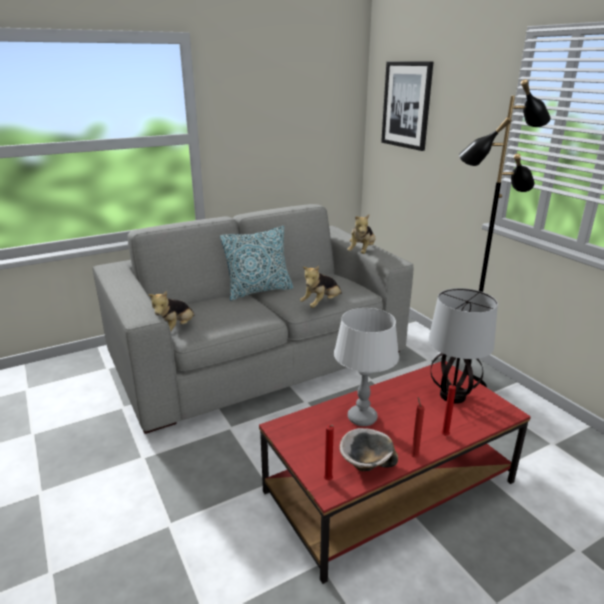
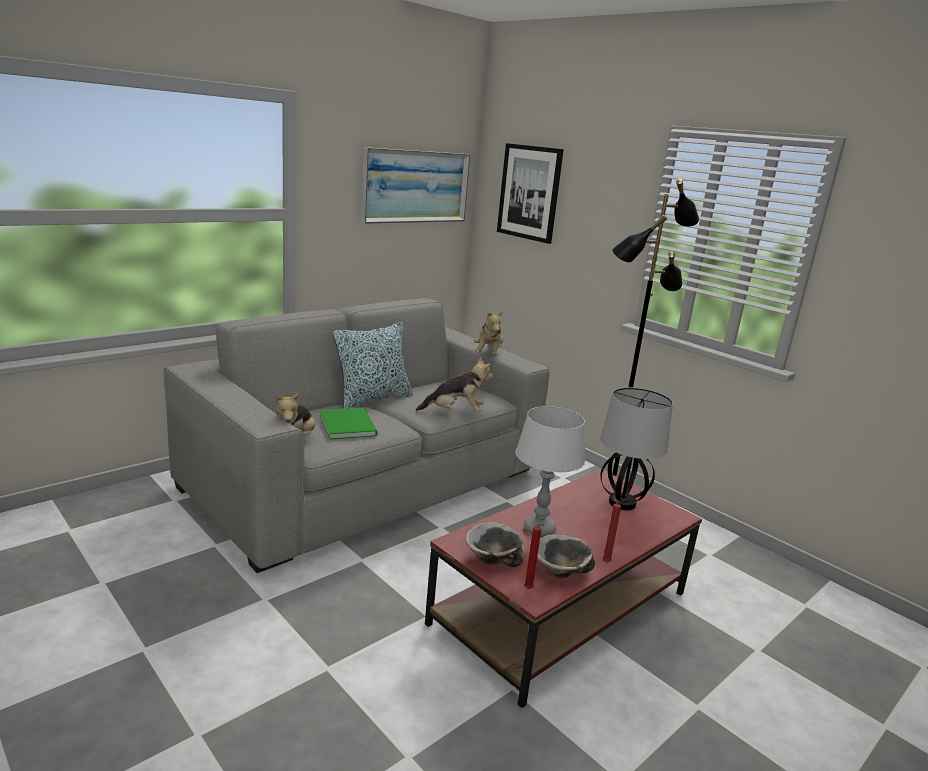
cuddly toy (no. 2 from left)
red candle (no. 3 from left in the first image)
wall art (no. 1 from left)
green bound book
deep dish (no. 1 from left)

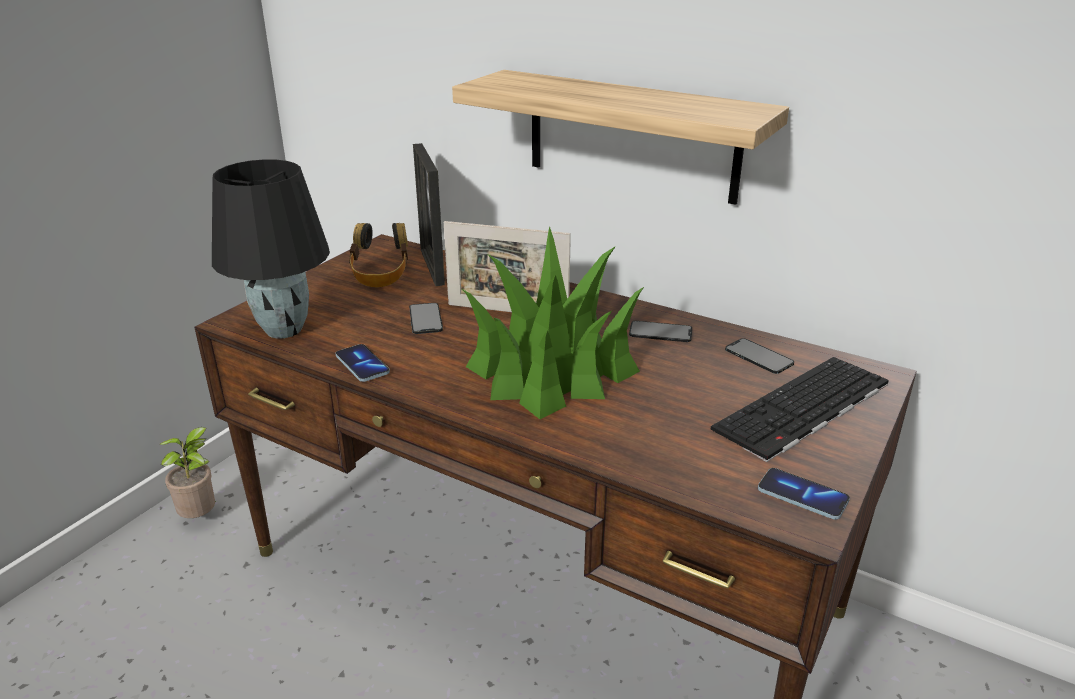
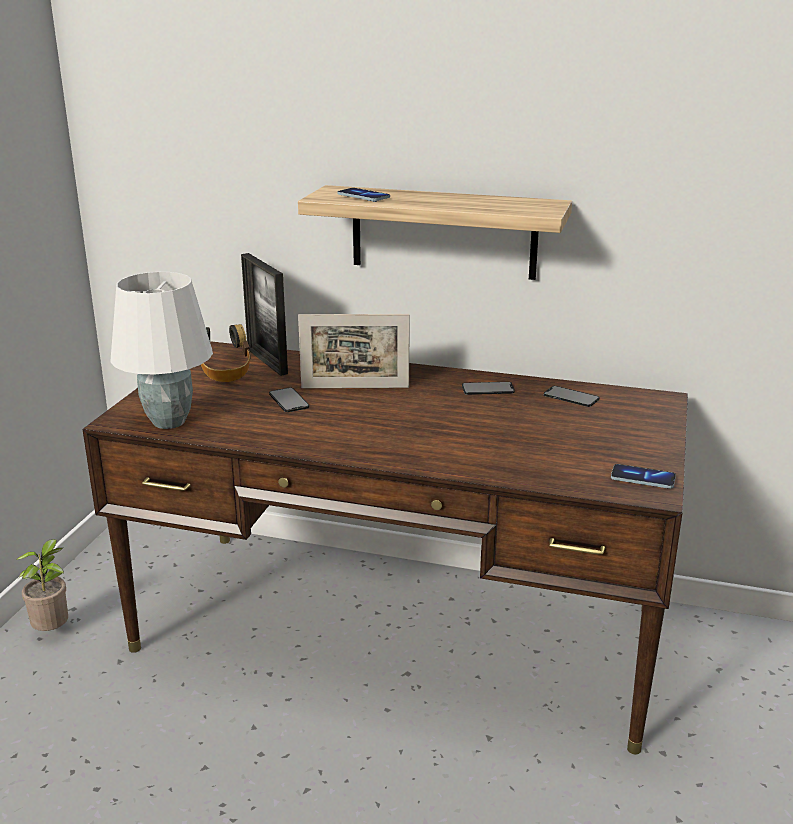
whitish table lamp
houseplant (no. 2 from left in the first image)
handset (no. 2 from left)
keyboard

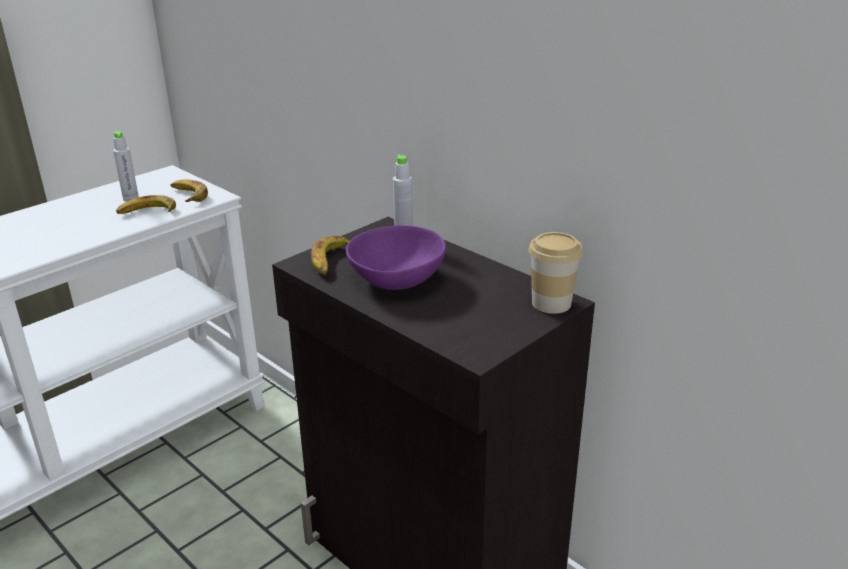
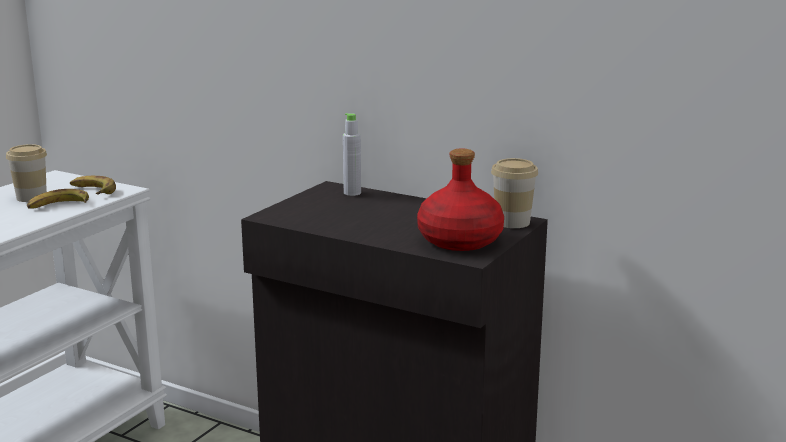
small cup (no. 1 from left)
purplish deep dish
banana fruit (no. 3 from left in the first image)
red beverage bottle

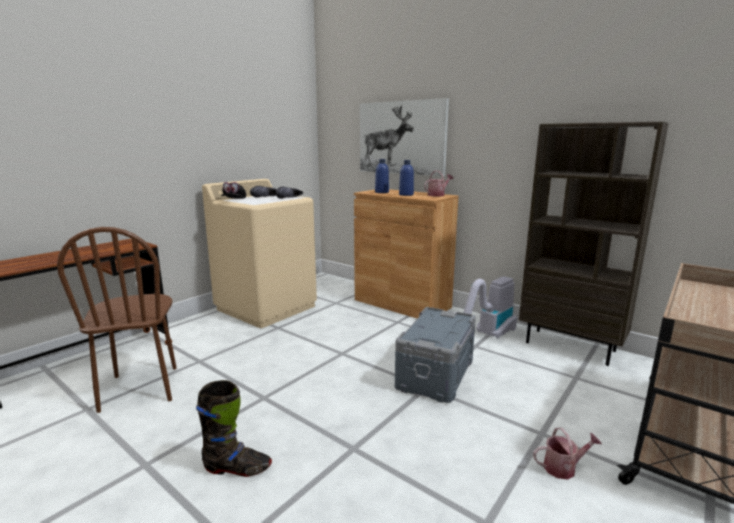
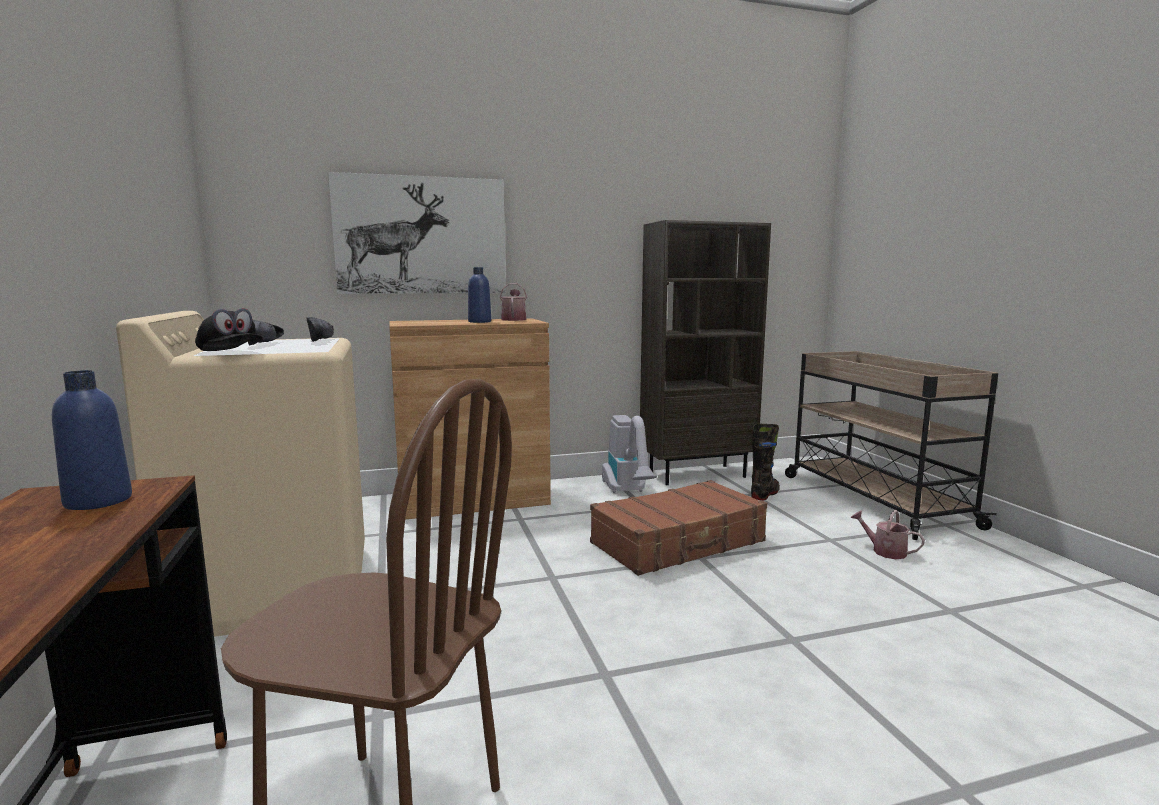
blue-coloured beverage bottle (no. 1 from left)
brownish suitcase
blackish high-top boot
watering pot (no. 2 from left)

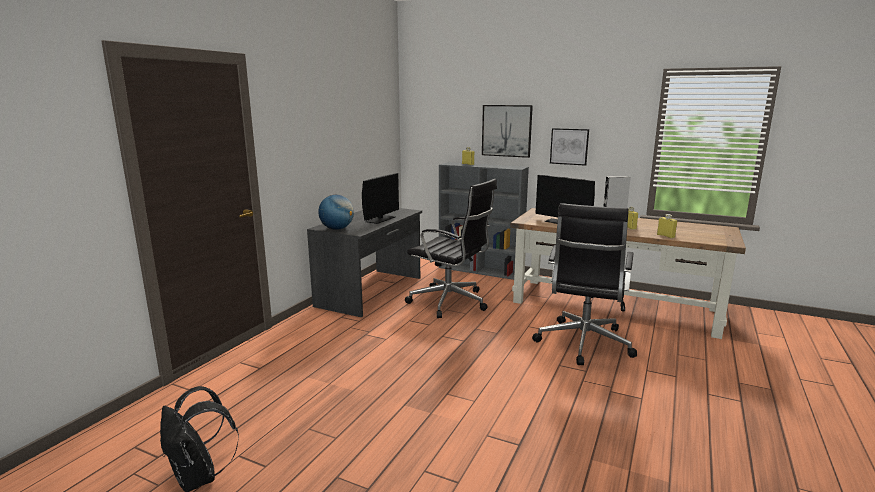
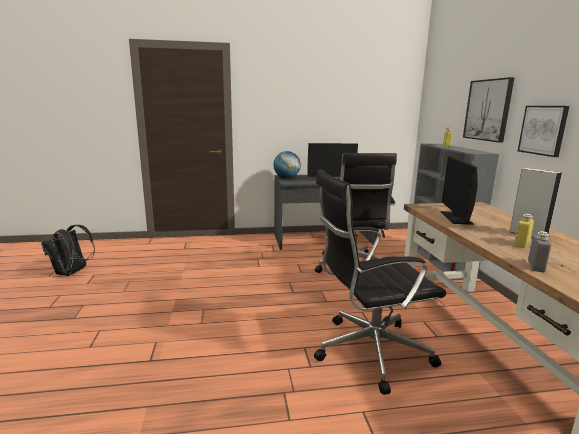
greyish beverage bottle

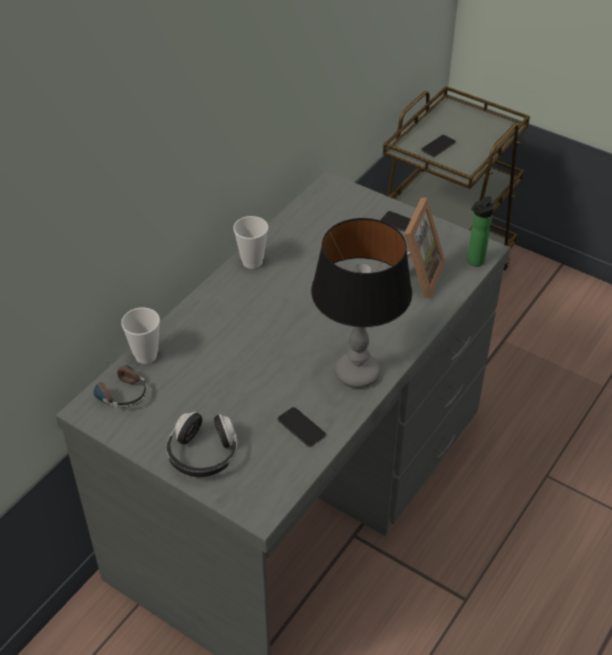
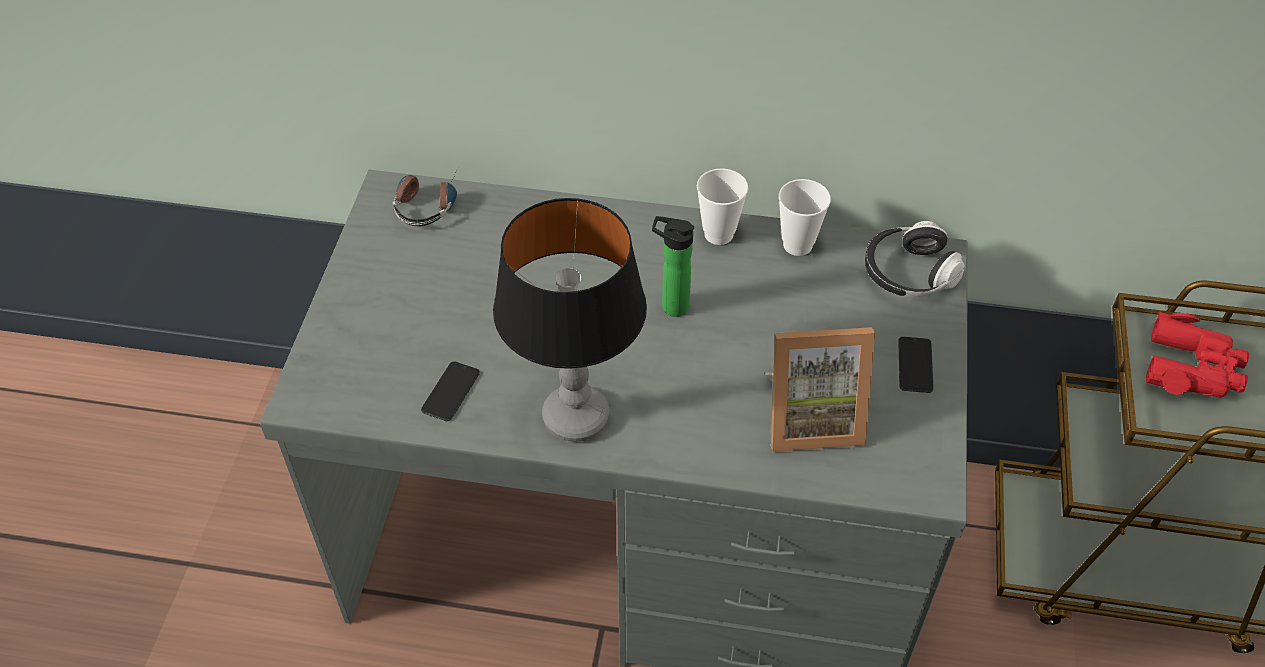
red pair of binoculars
beverage bottle
small cup (no. 2 from left)
pair of headphones (no. 2 from left)

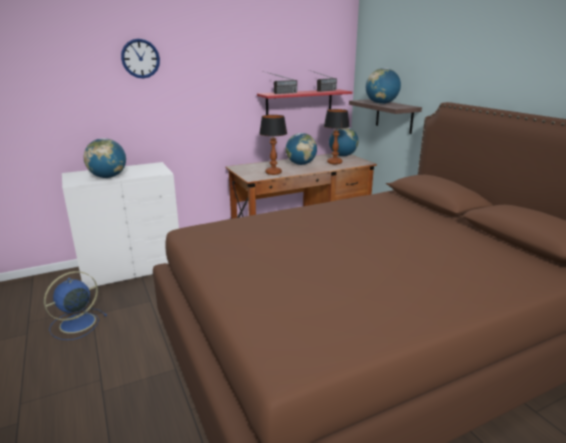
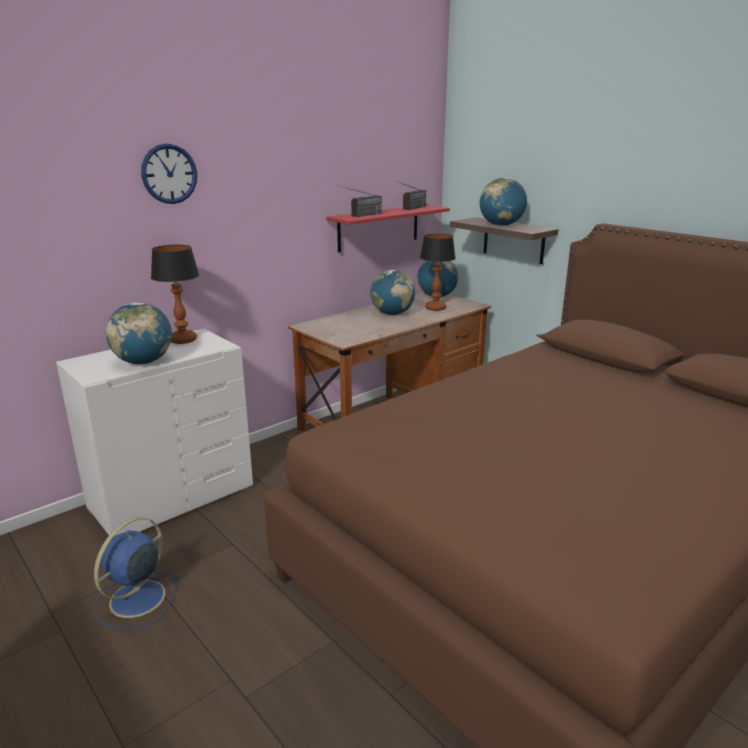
table lamp (no. 1 from left)

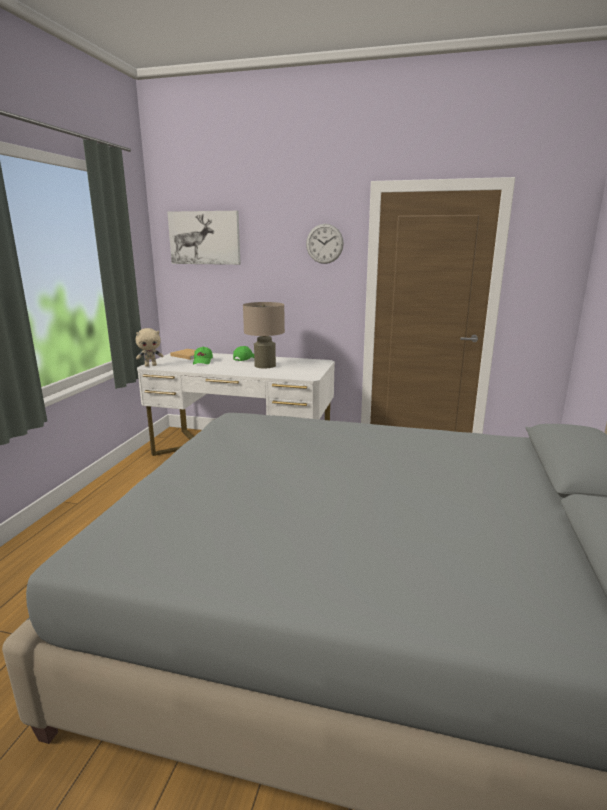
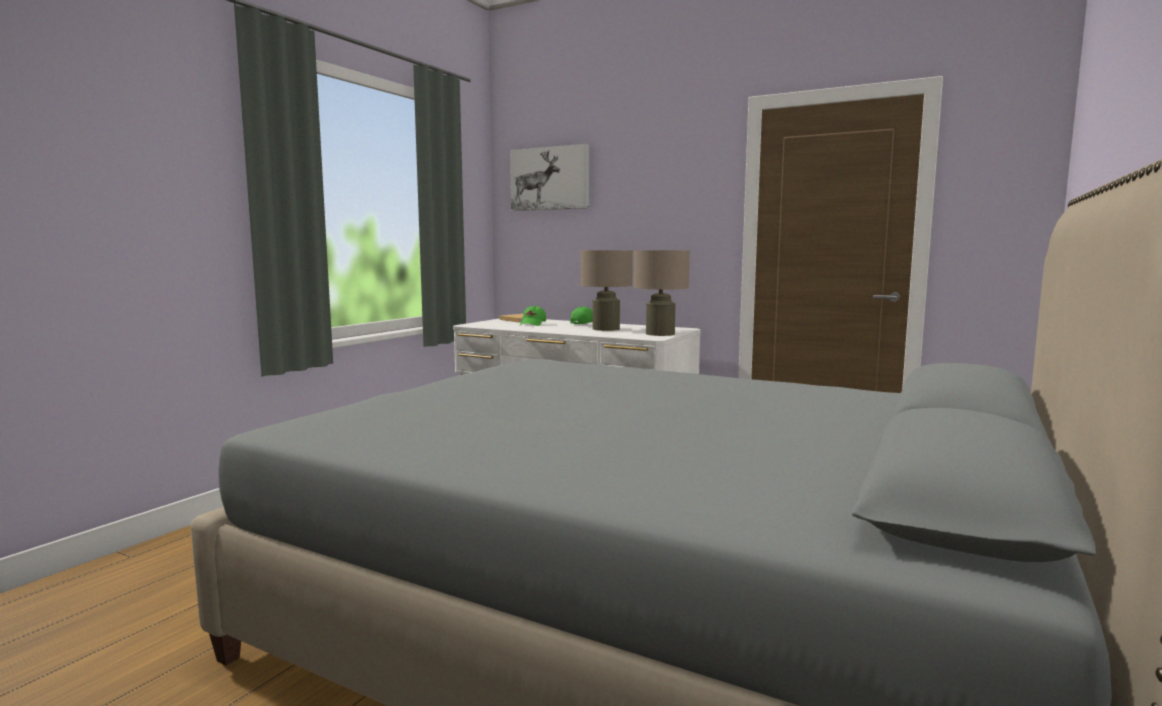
clock on the wall
beige-coloured cuddly toy
beige-coloured table lamp (no. 2 from left)

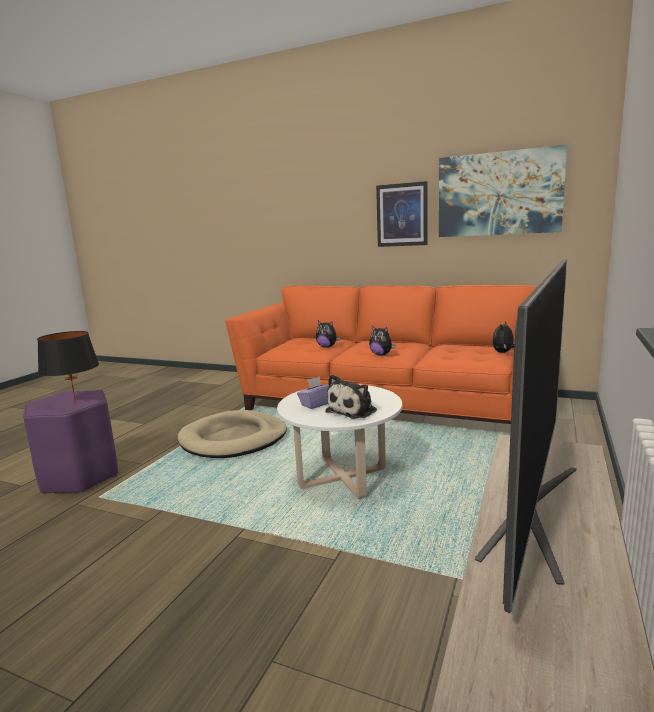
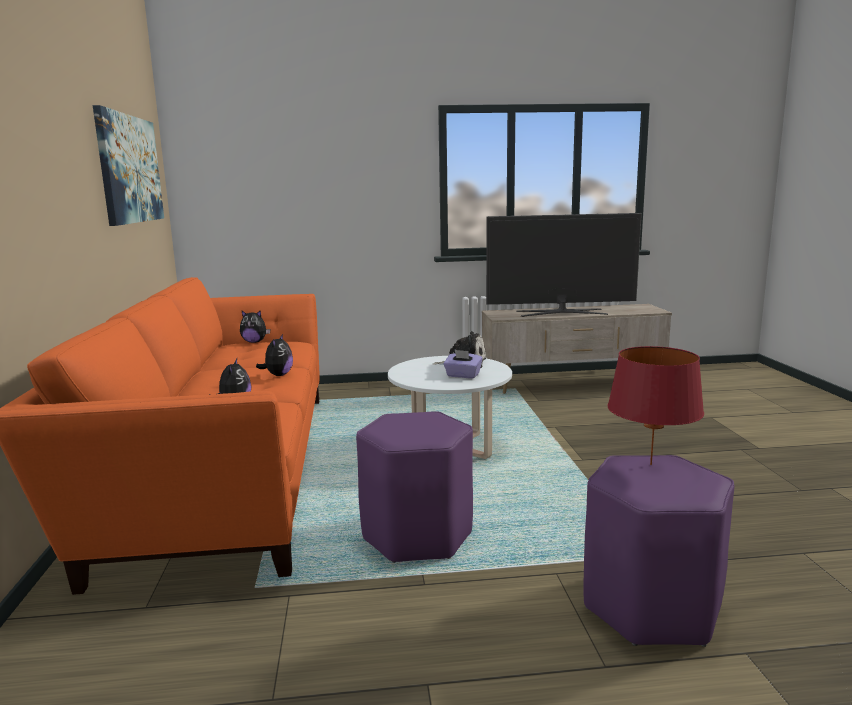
wall art (no. 1 from left in the first image)
red table lamp
purplish sitting stool (no. 1 from left)

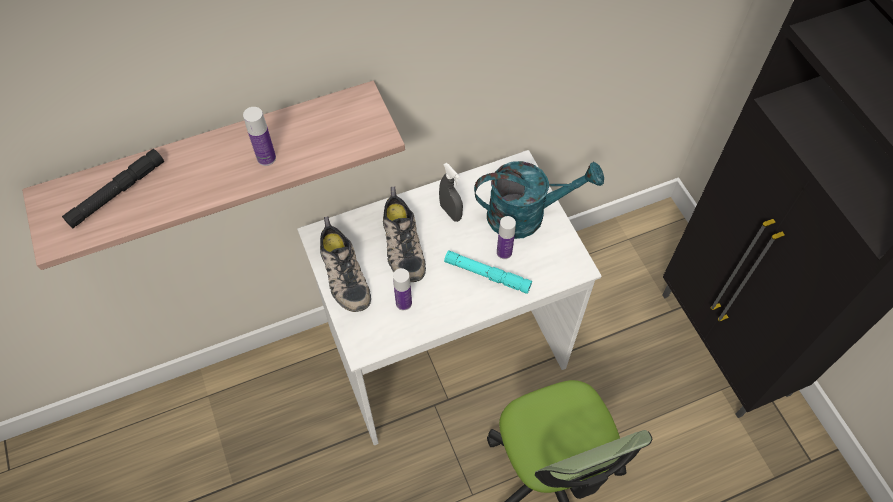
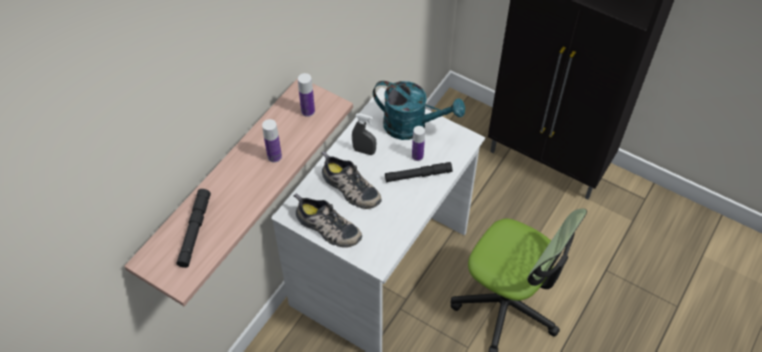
blue-green watering pot
blackish flashlight (no. 2 from left)
beverage bottle (no. 2 from left)

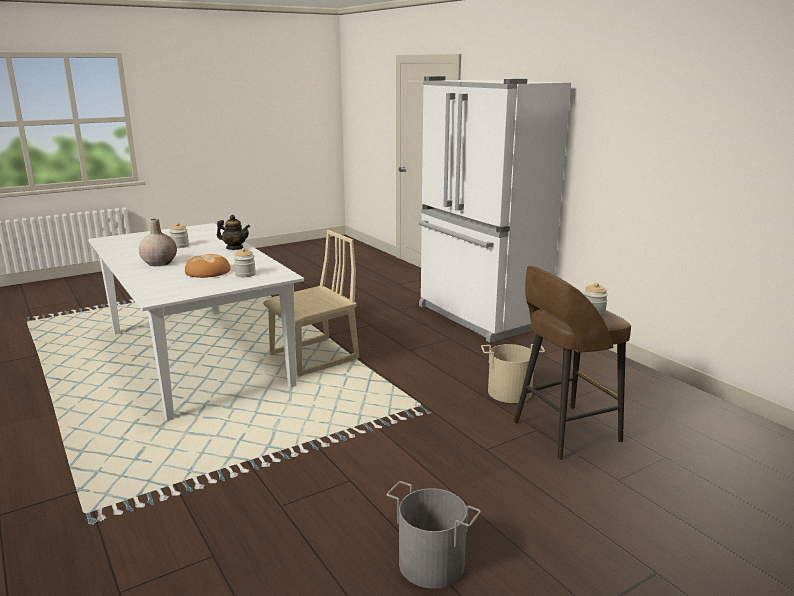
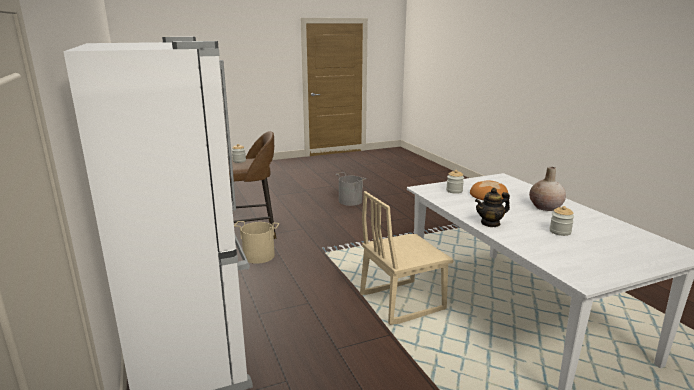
pot for tea

